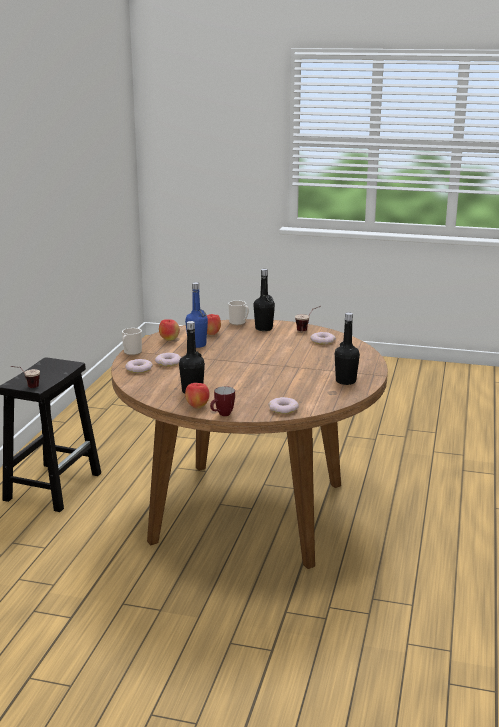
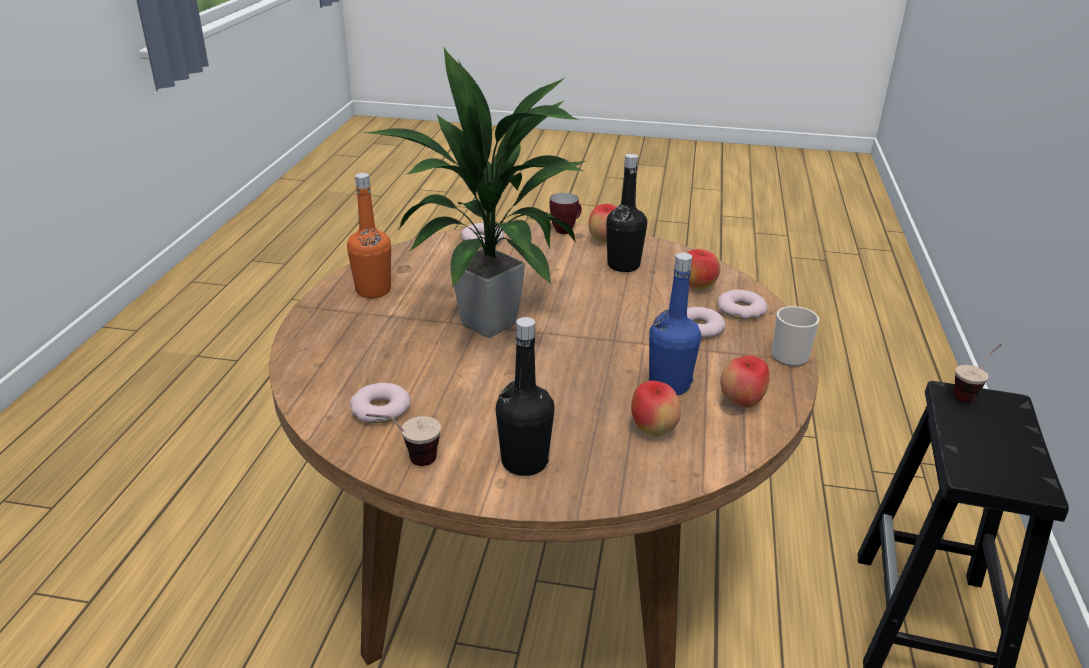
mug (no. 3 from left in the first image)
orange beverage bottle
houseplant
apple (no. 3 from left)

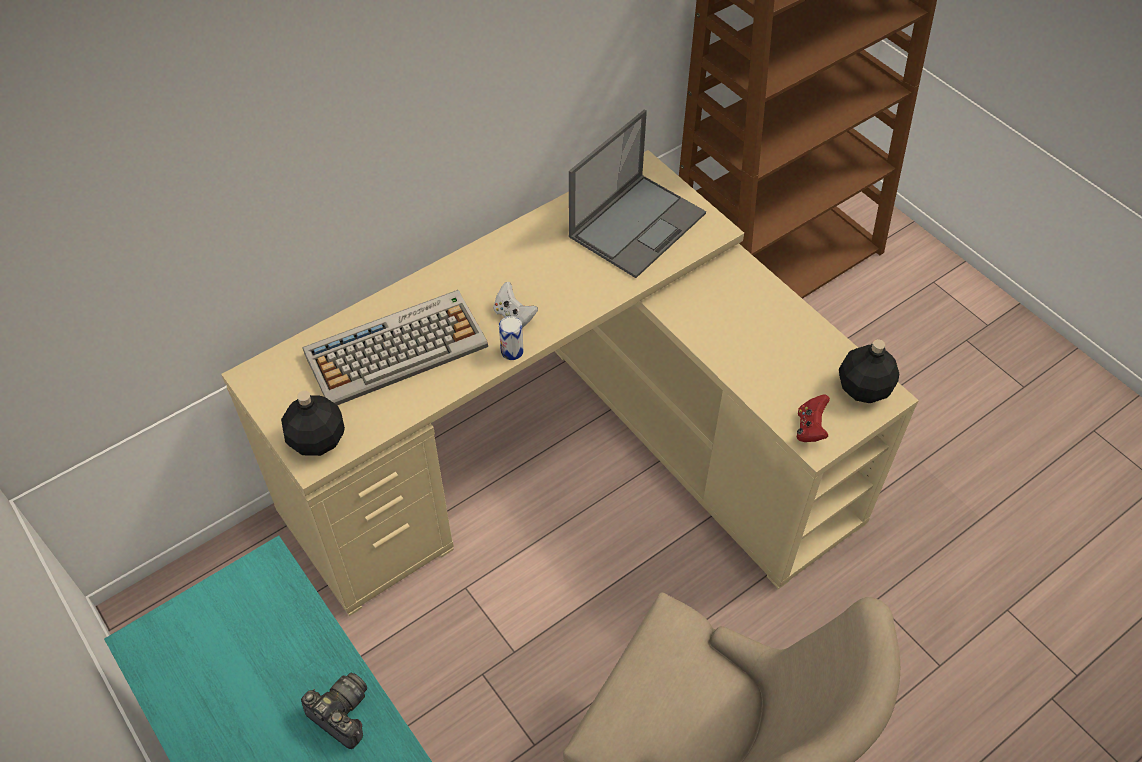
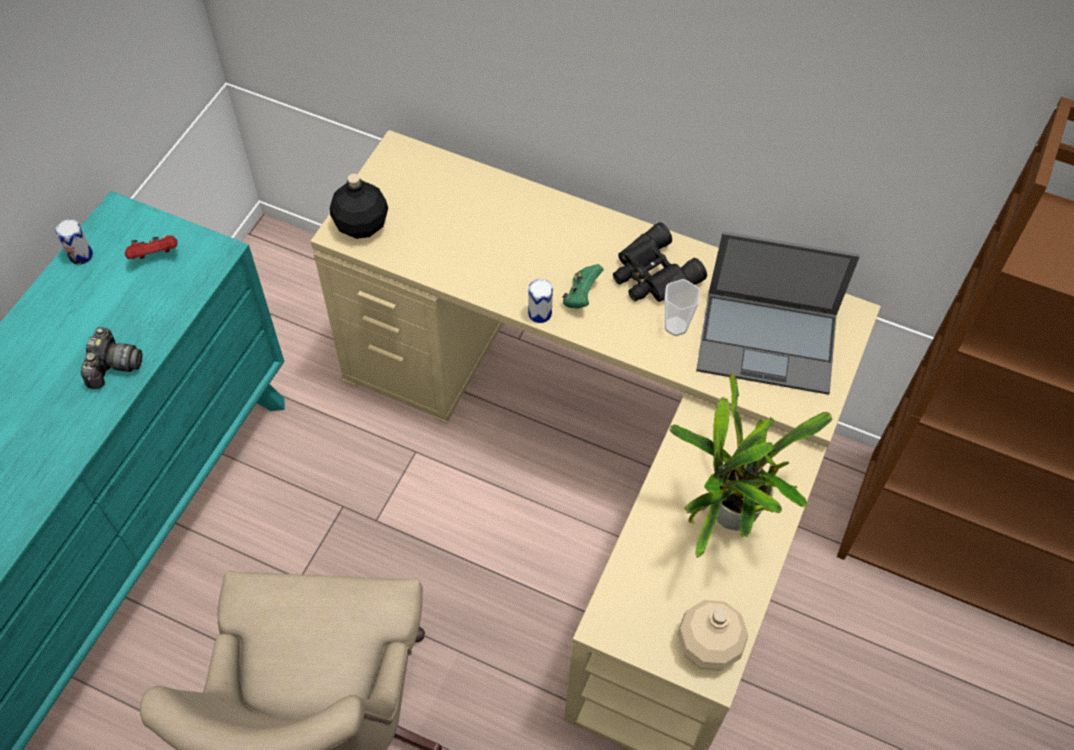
green game controller
keyboard
beige-coloured beverage bottle
red game controller
can (no. 1 from left)
blackish pair of binoculars
small cup
houseplant

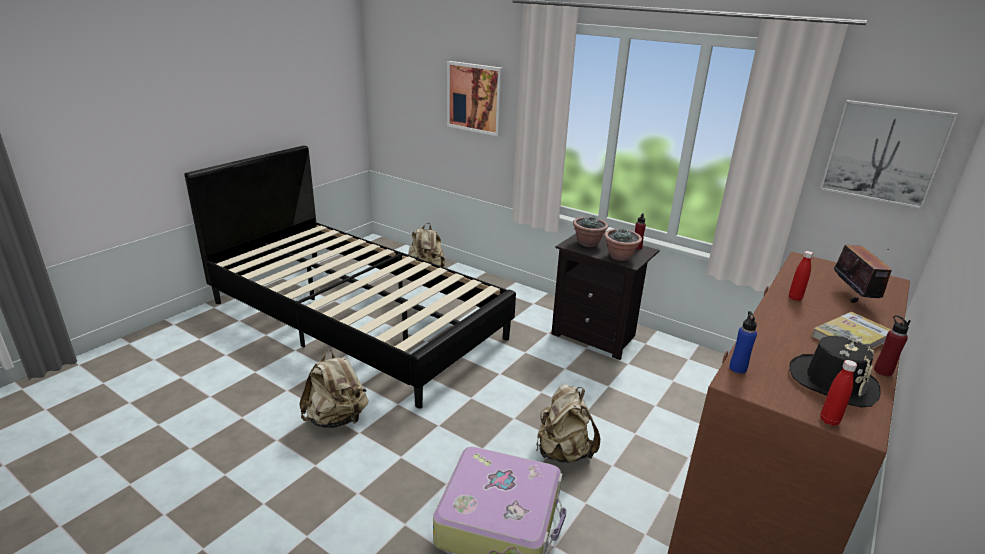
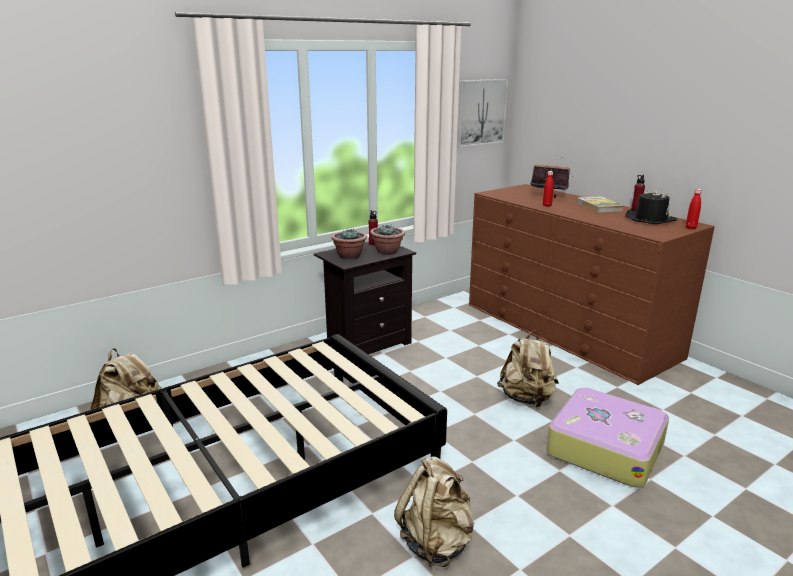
wall art (no. 1 from left in the first image)
blue-coloured beverage bottle

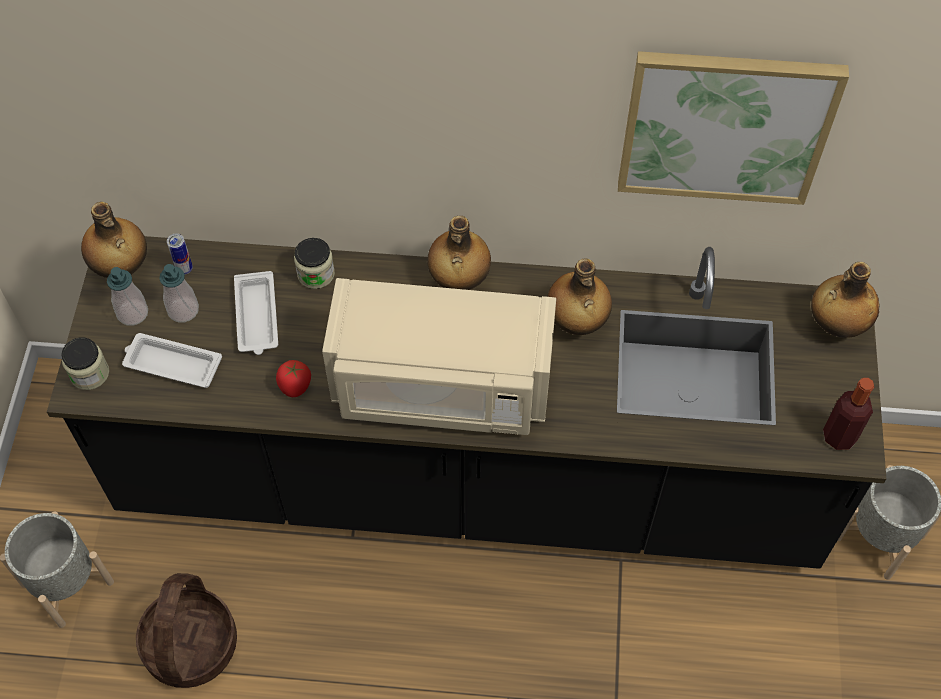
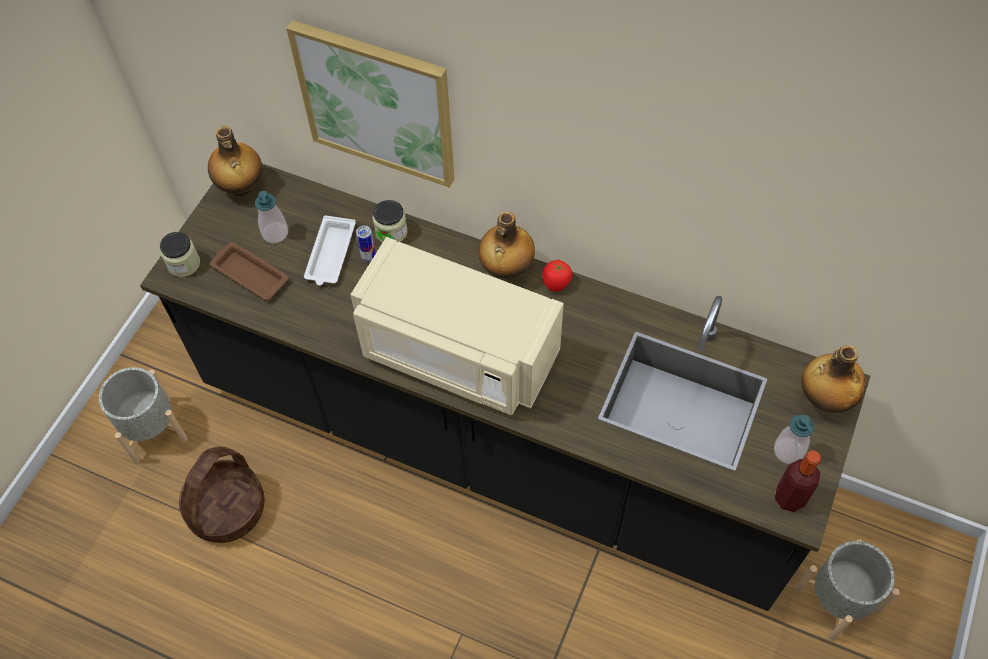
wall art
can
beverage bottle (no. 3 from left in the first image)
soap bottle (no. 2 from left)
brownish tray
fresh tomato

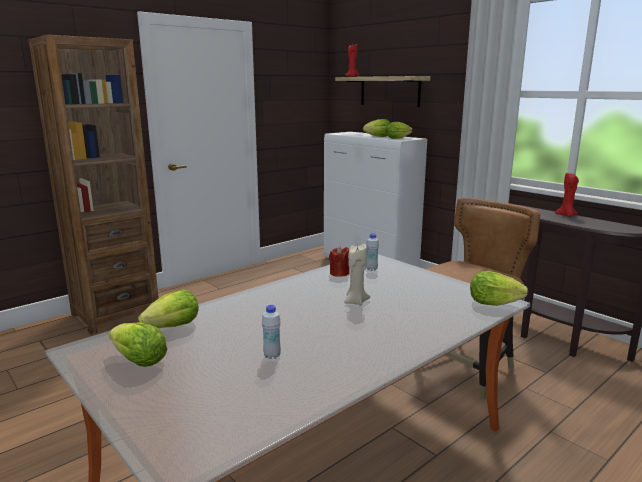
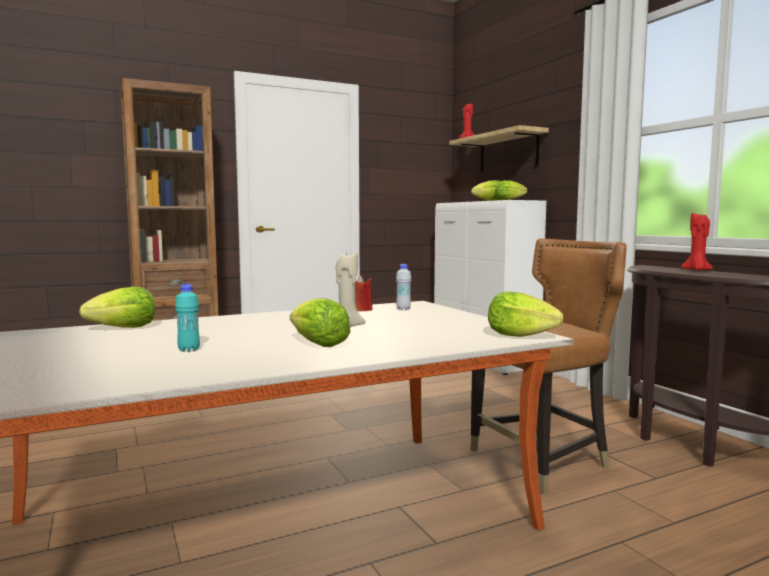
blue-green beverage bottle
head of lettuce (no. 2 from left)

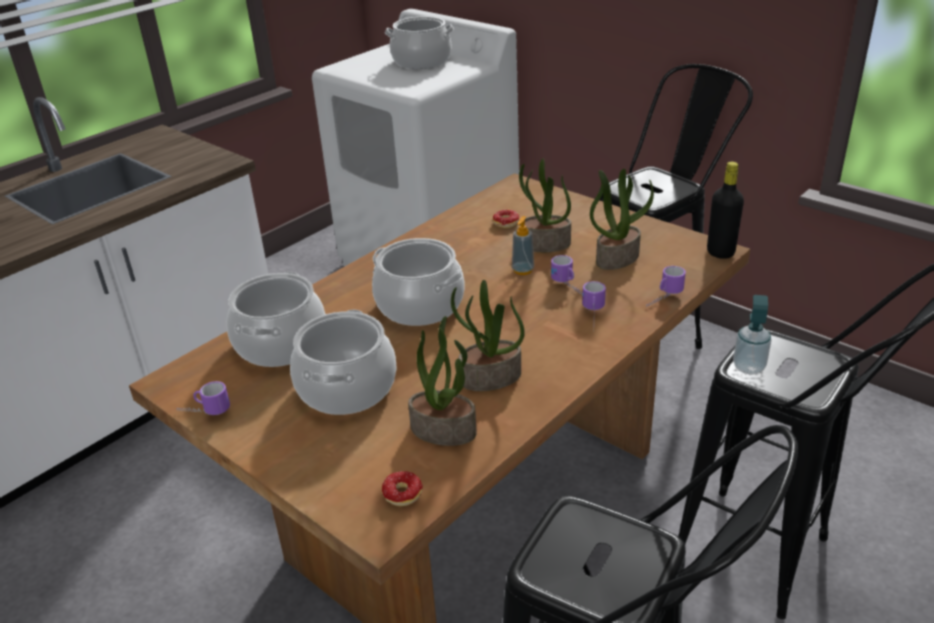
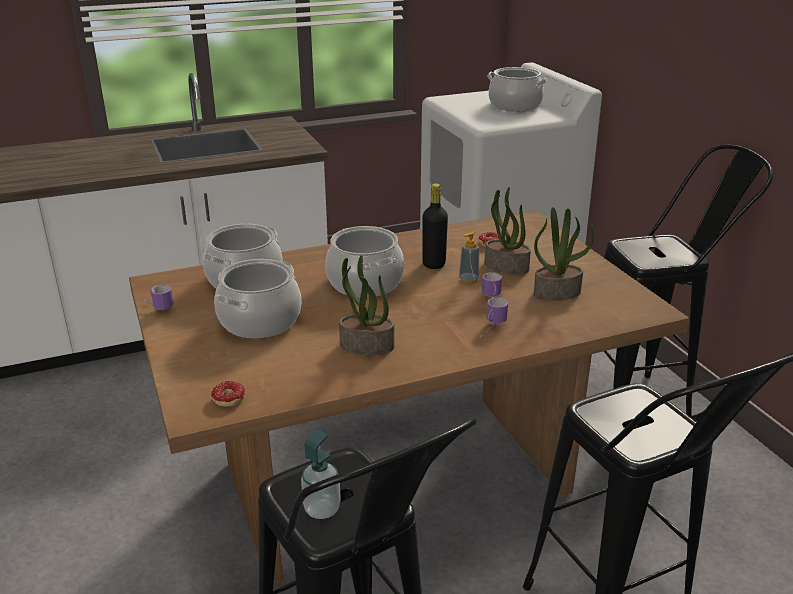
blackish beverage bottle
mug (no. 4 from left in the first image)
soap bottle (no. 1 from left)
houseplant (no. 1 from left in the first image)

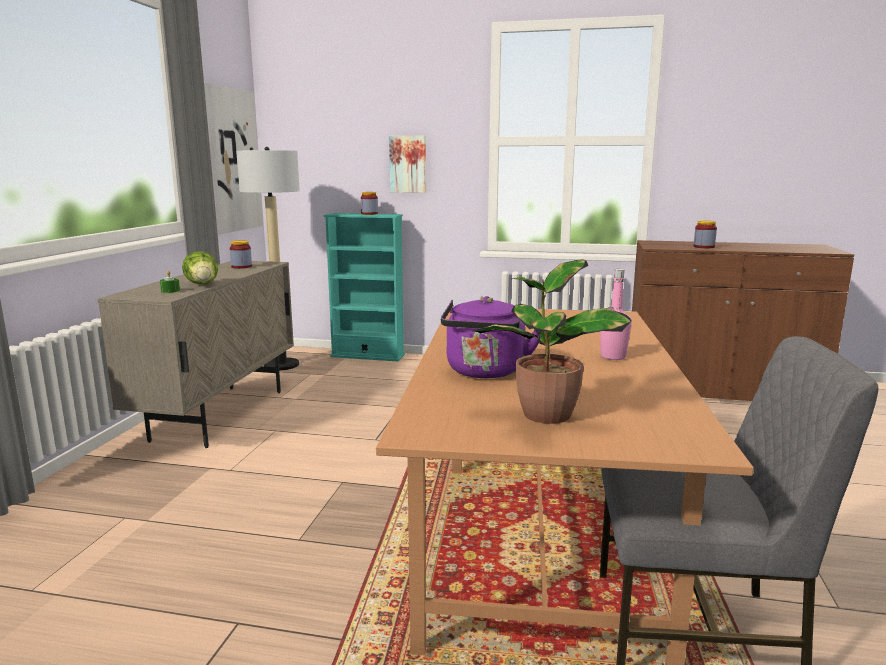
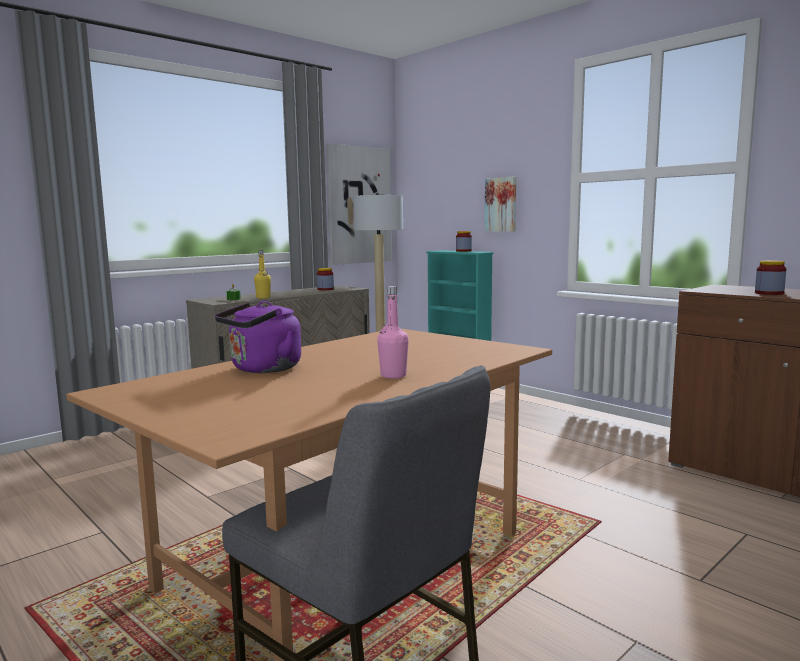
yellow beverage bottle
houseplant

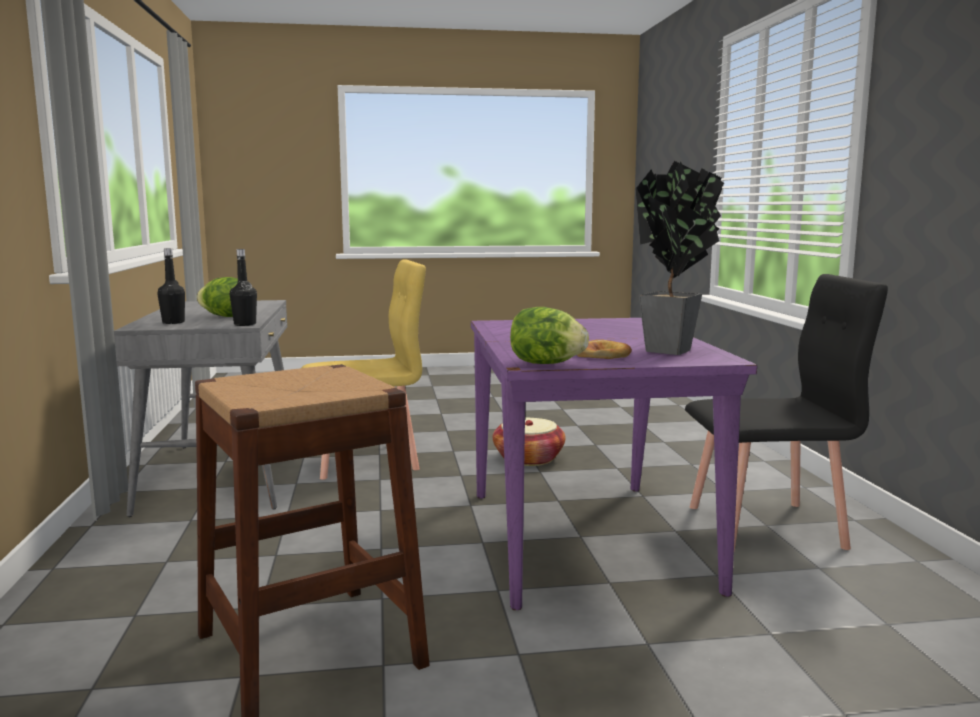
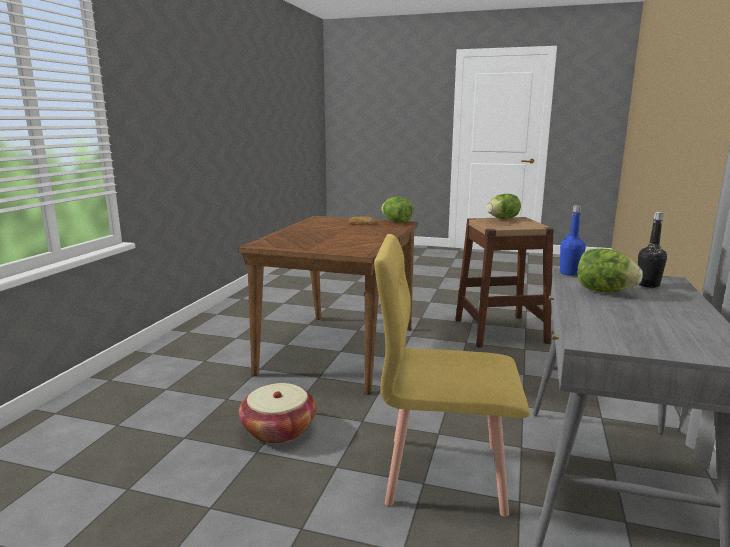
houseplant
blue-coloured beverage bottle
blackish chair
brownish kitchen table
head of lettuce (no. 2 from left)

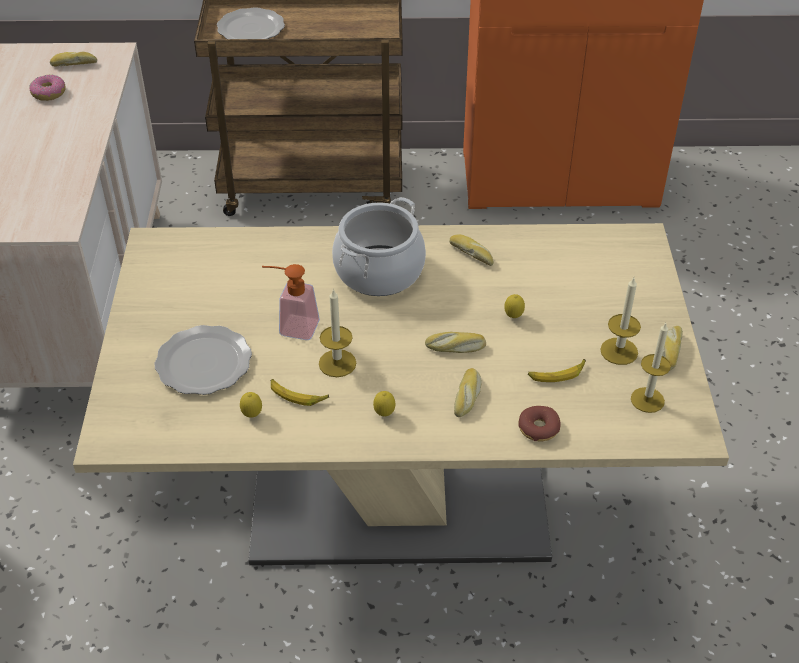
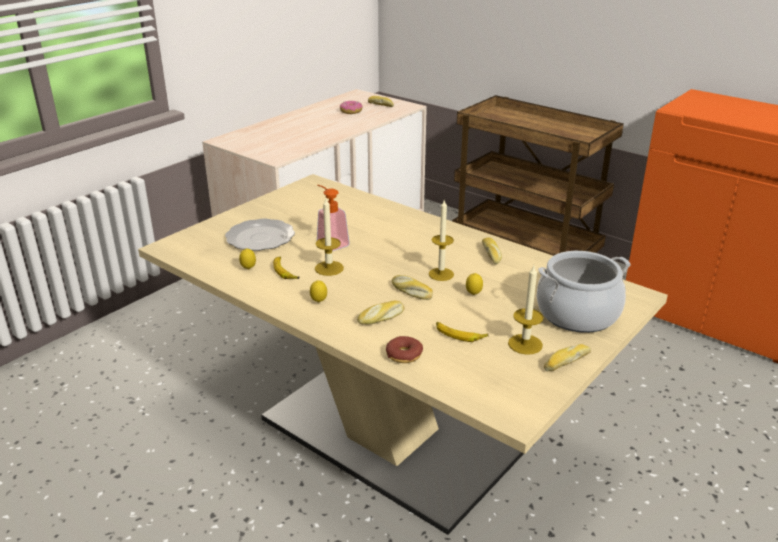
flat dish (no. 2 from left in the first image)
saucepot
candle (no. 2 from left)

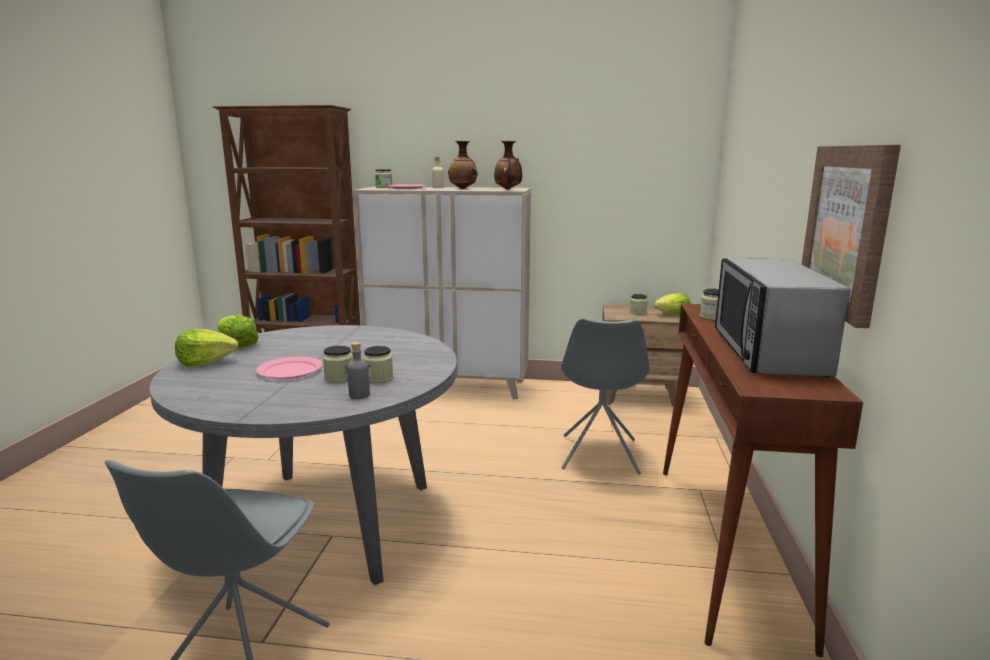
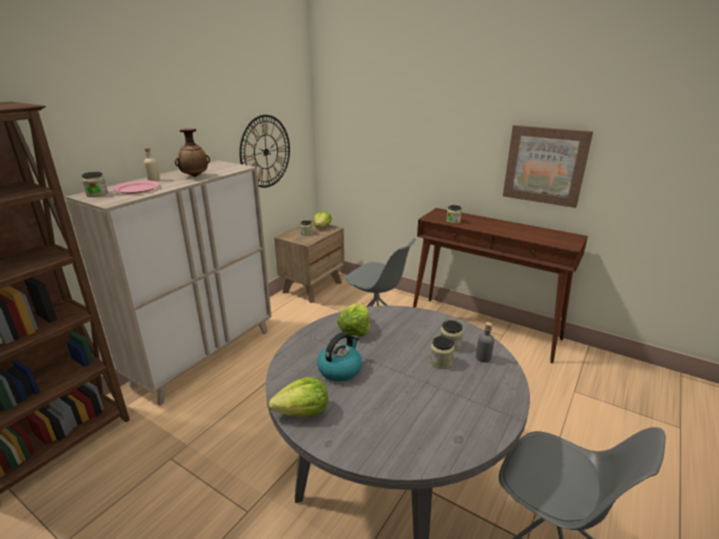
flower vase (no. 2 from left in the first image)
kitchen microwave
head of lettuce (no. 3 from left)
pink-coloured flat dish (no. 1 from left in the first image)
clock on the wall
tea kettle

